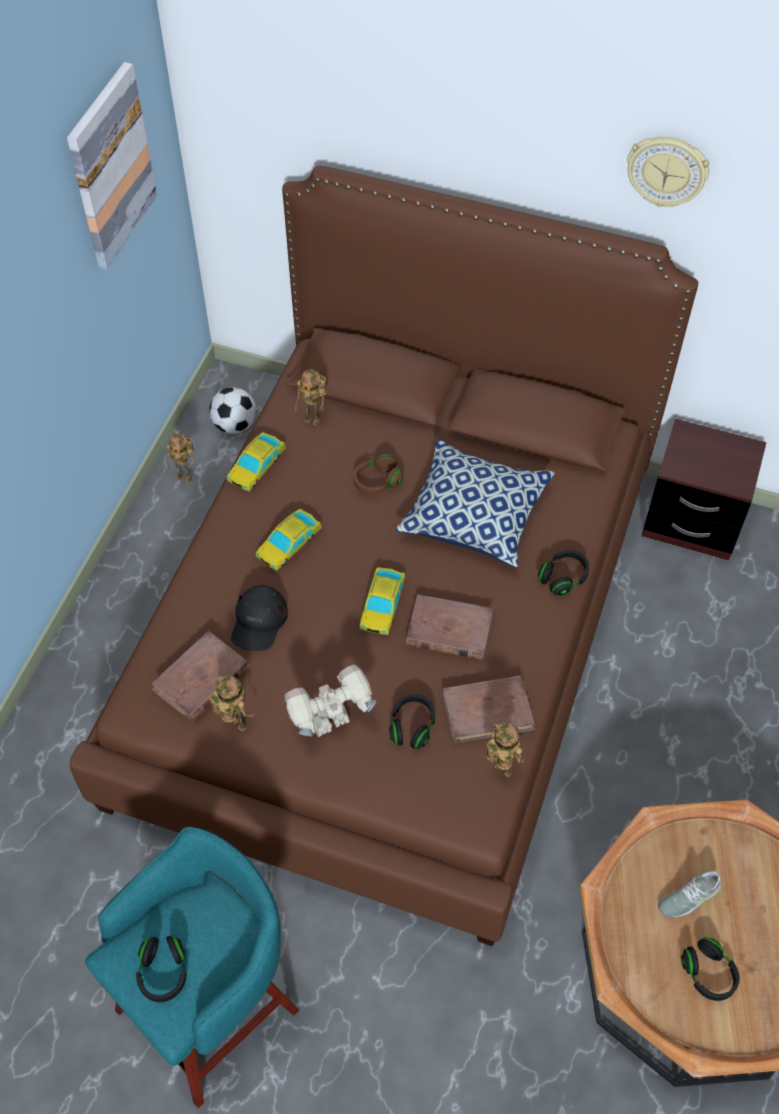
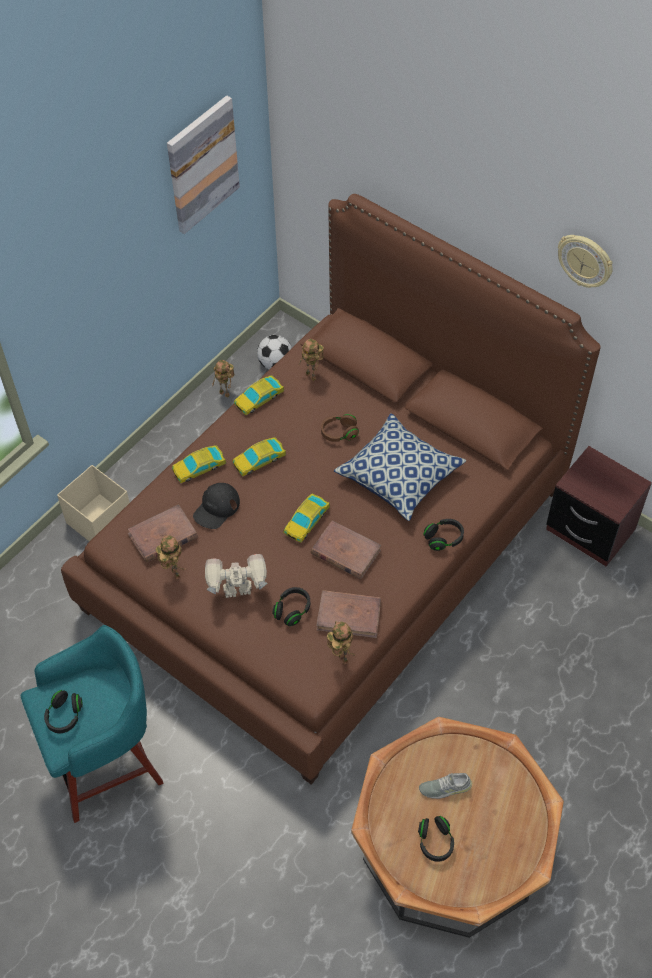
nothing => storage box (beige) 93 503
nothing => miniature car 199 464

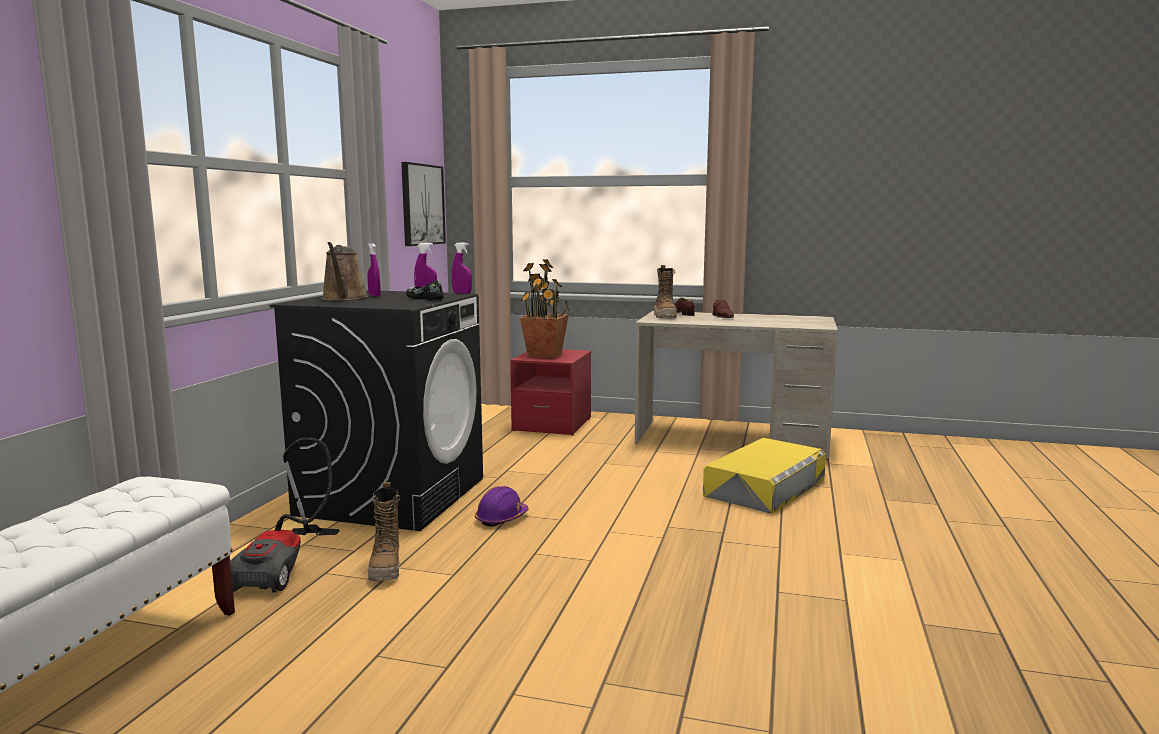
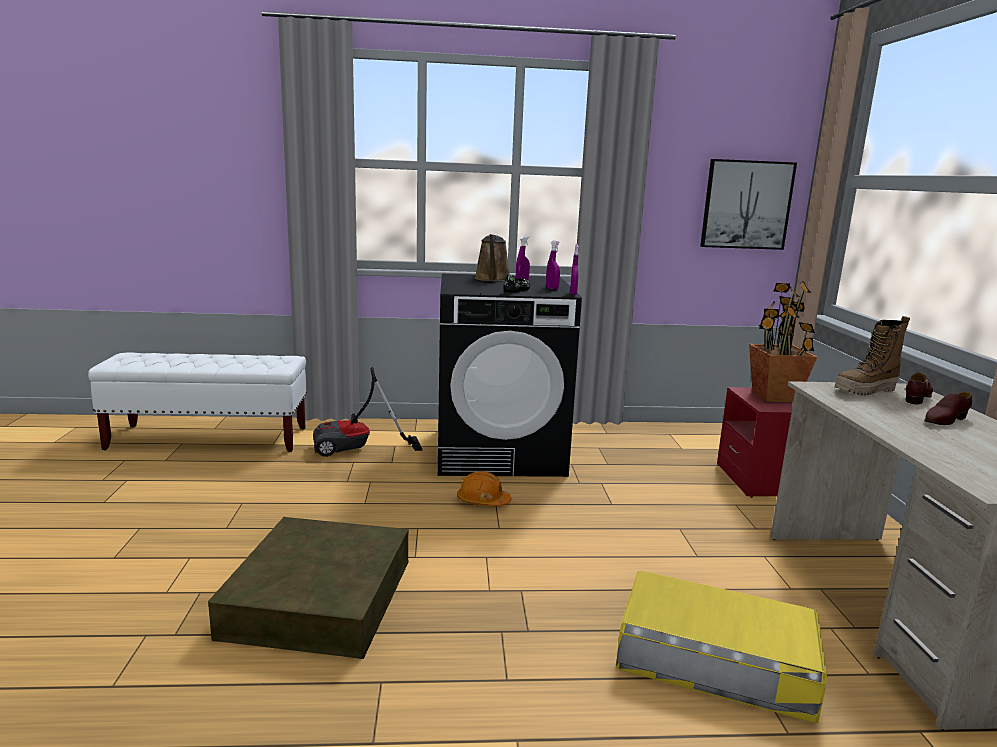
nothing => storage box (brown) 308 588
safety helmet (purple-coloured) 502 506 => safety helmet (orangey) 484 488
sprinkling can (brown) 344 271 => sprinkling can (brown) 492 257, 60 degrees counterclockwise
boot 384 531 => nothing

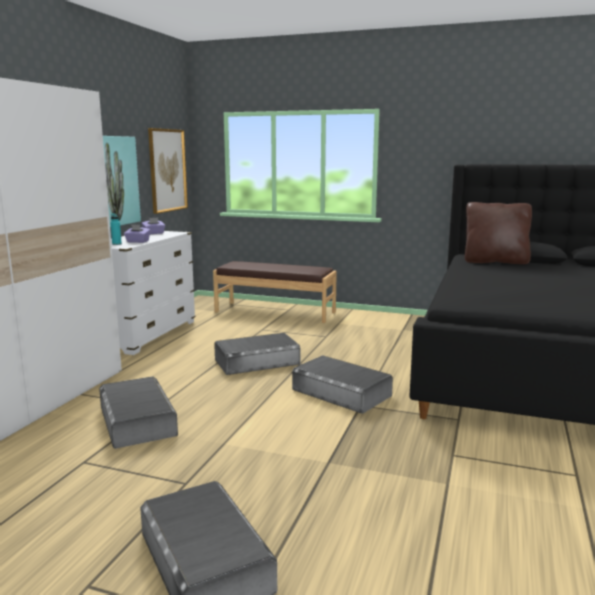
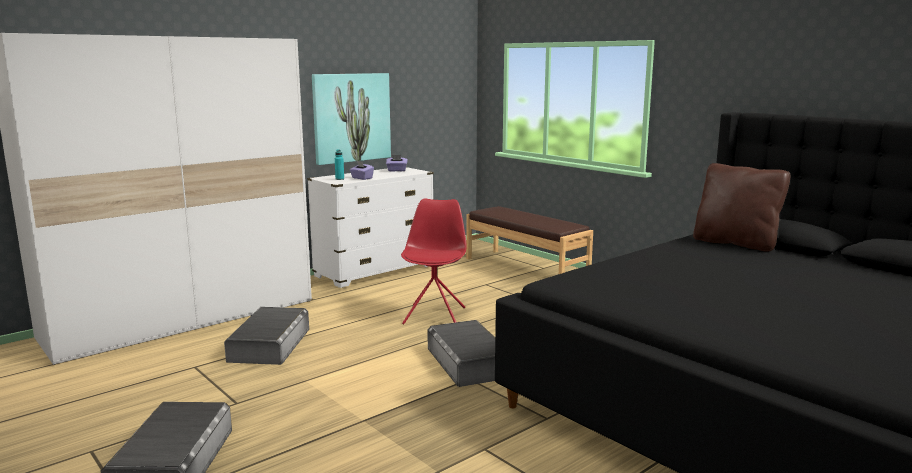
storage box (gray) 257 354 => plain chair (red-coloured) 433 261
wall picture 168 171 => nothing

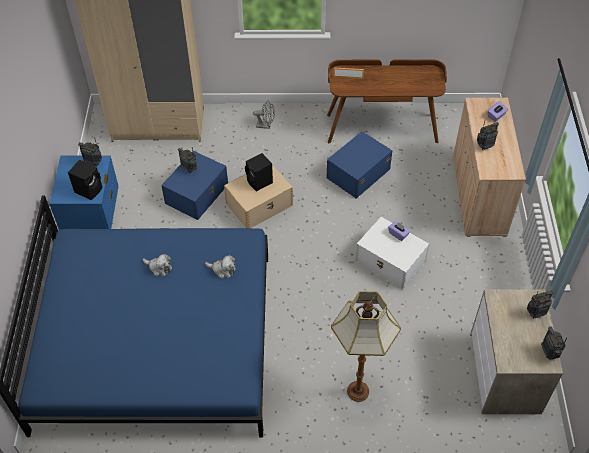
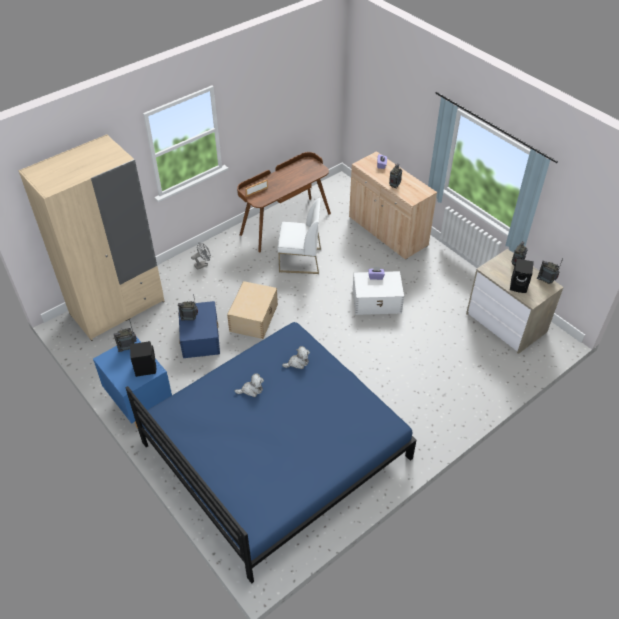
storage box (blue-coloured) 359 165 => plain chair (white) 299 236
speaker (black-coloured) 259 172 => speaker (black-coloured) 522 276, moved
floor lamp 366 346 => nothing

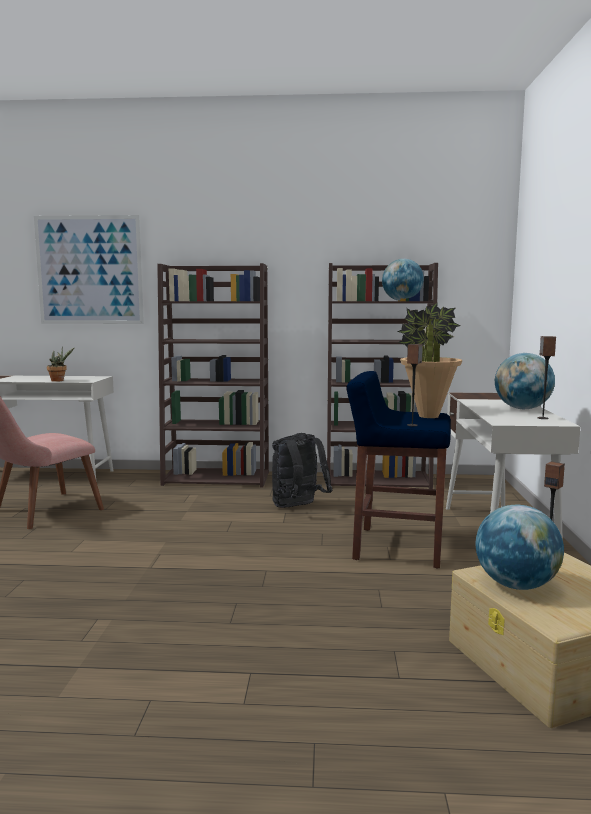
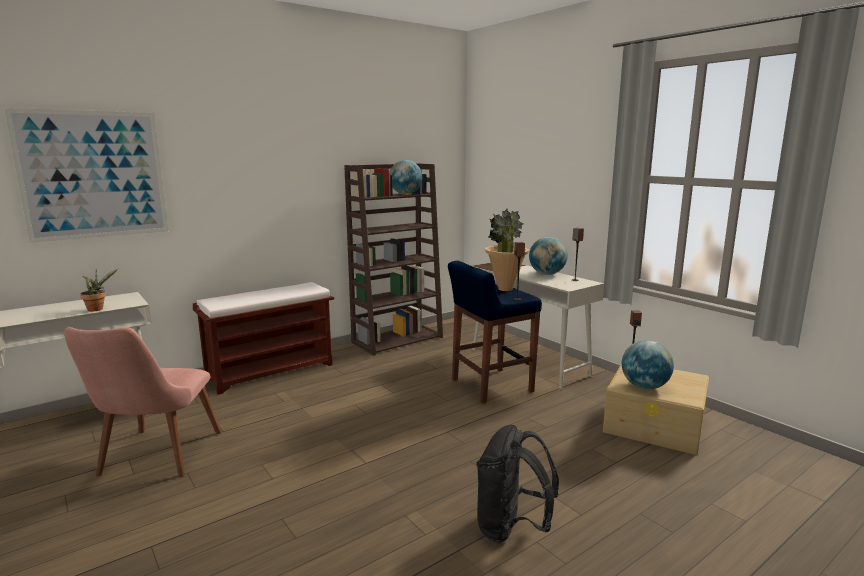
bookcase (brown) 213 375 => long seat (brown) 263 338
backpack (black-coloured) 302 470 => backpack (black-coloured) 517 484, moved

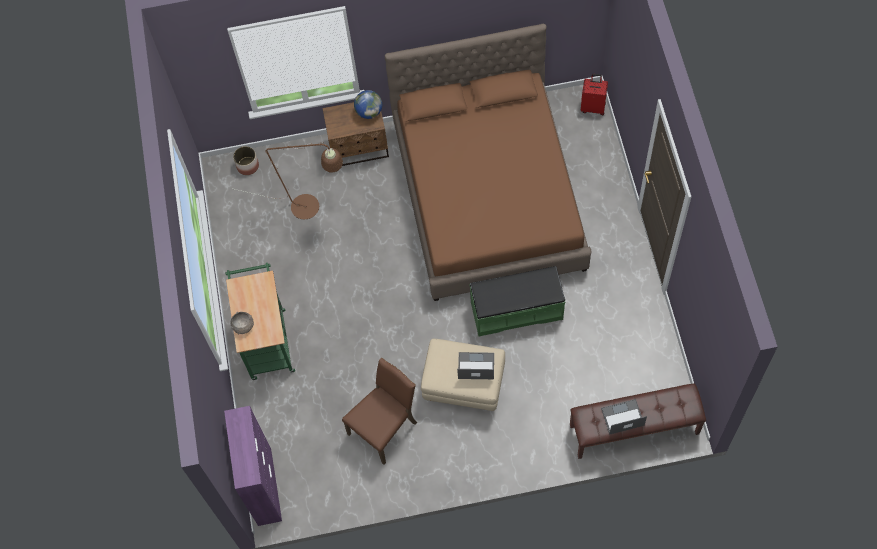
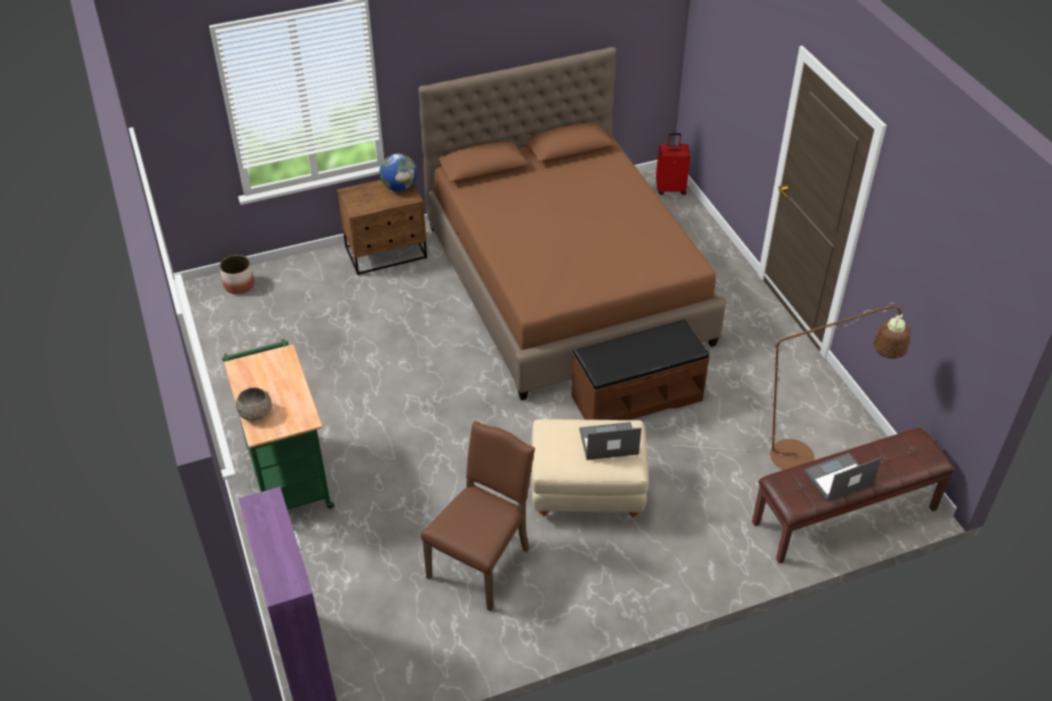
long seat (greenish) 517 301 => long seat (brown) 641 369
floor lamp (brown) 287 180 => floor lamp (brown) 792 386, moved

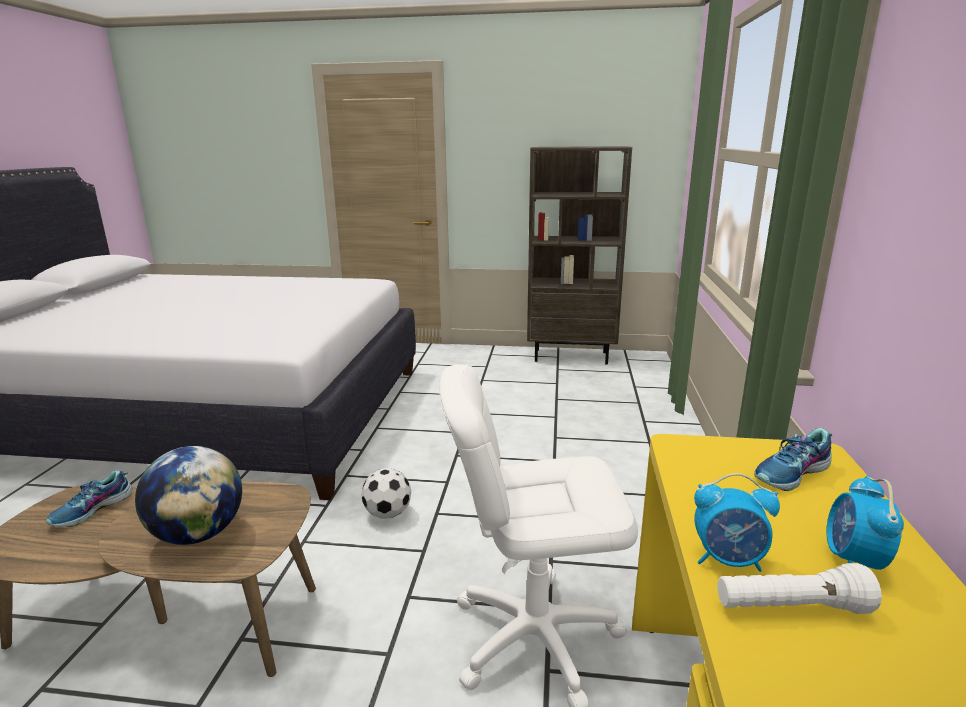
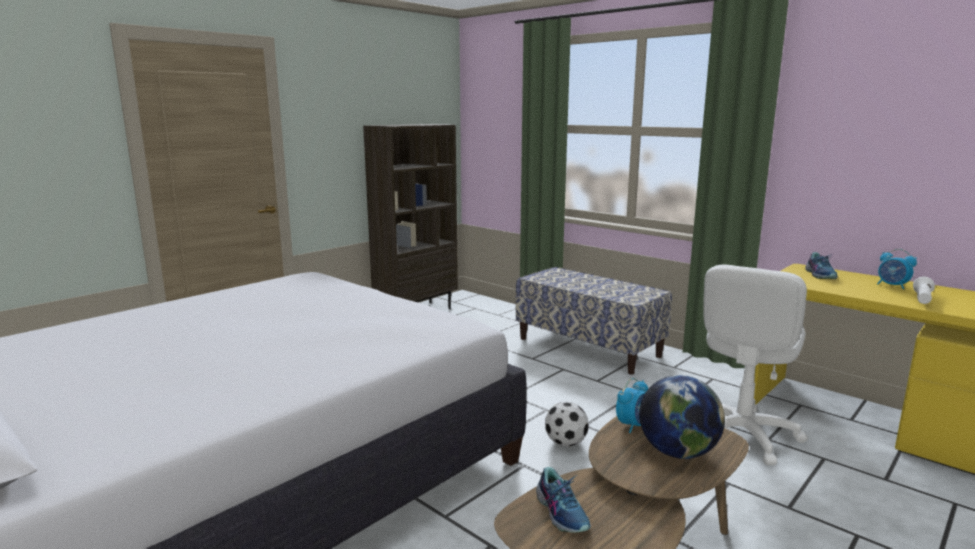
nothing => long seat 594 321
table clock 737 522 => table clock 632 405, moved

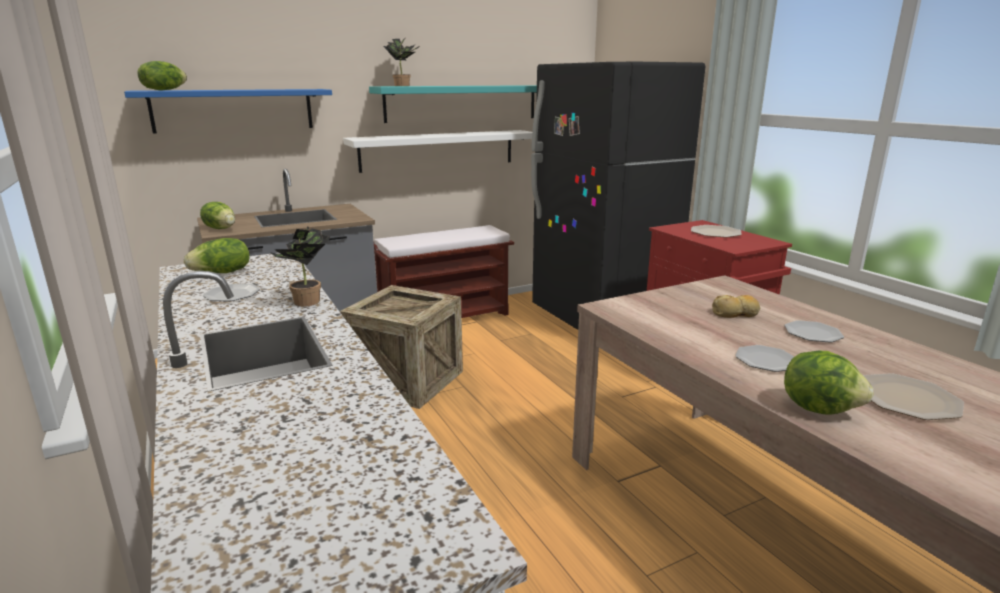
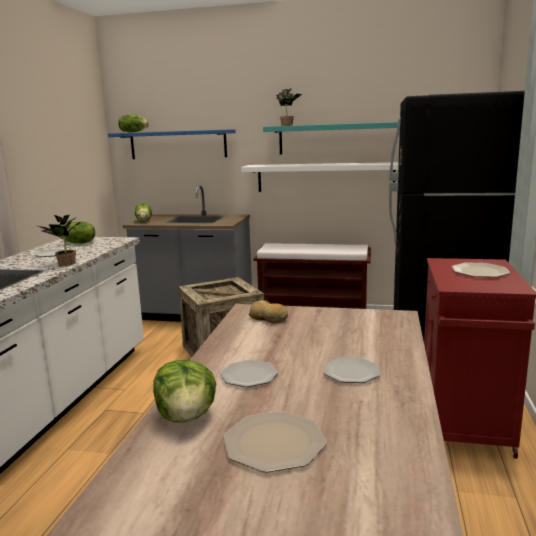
bread 736 306 => bread 268 311, moved

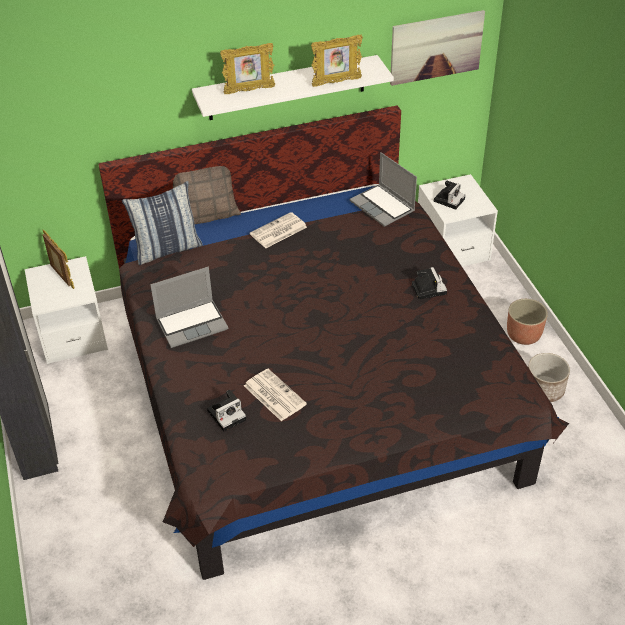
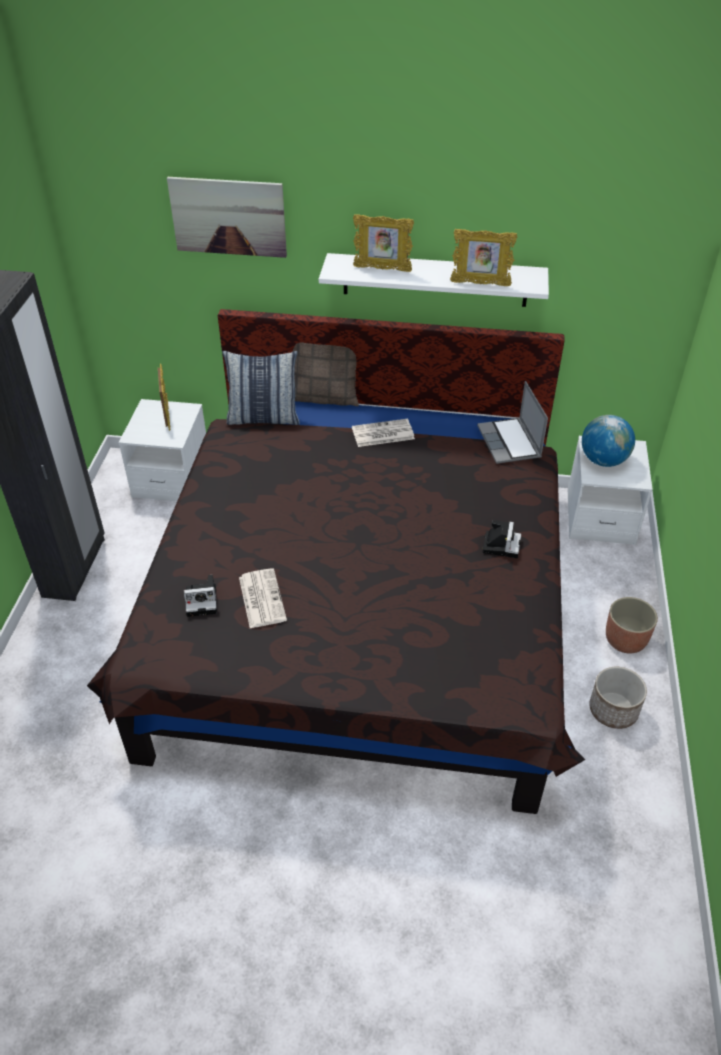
wall picture 437 48 => wall picture 227 217, moved
still camera 449 195 => desk globe 608 441
notebook computer 189 307 => nothing

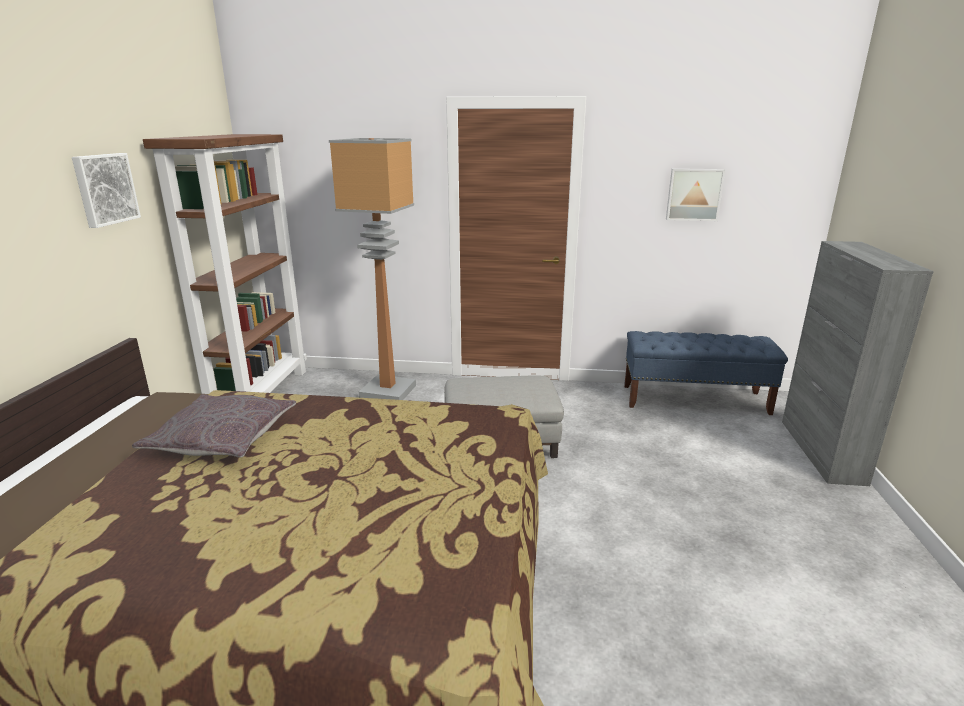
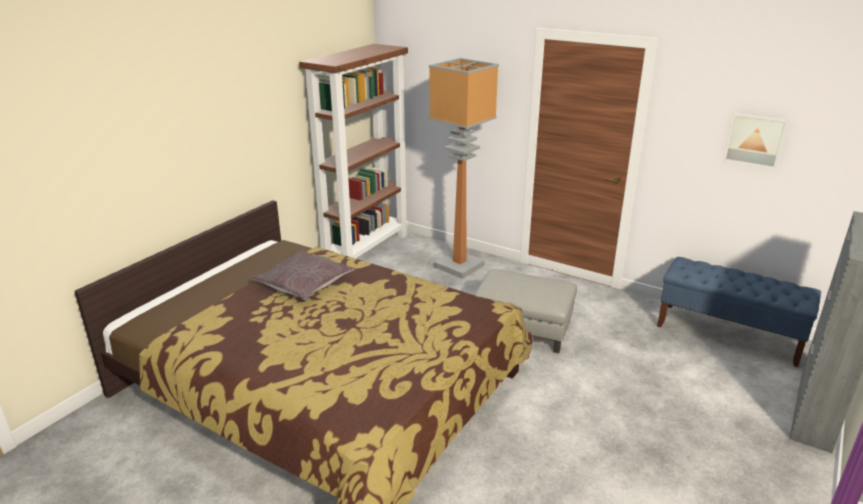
wall picture 106 190 => nothing

